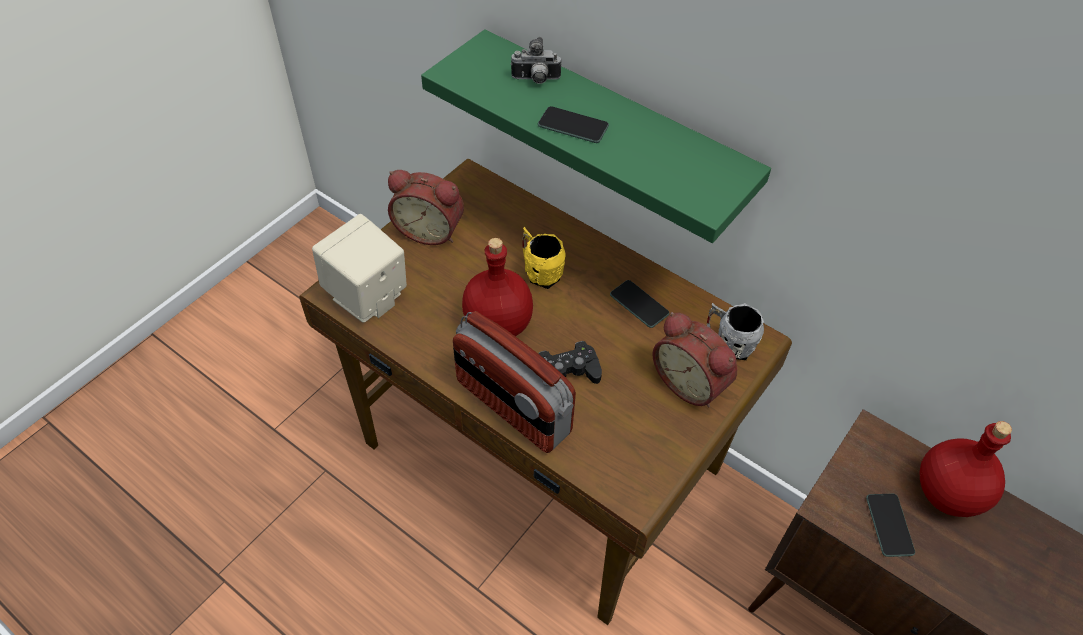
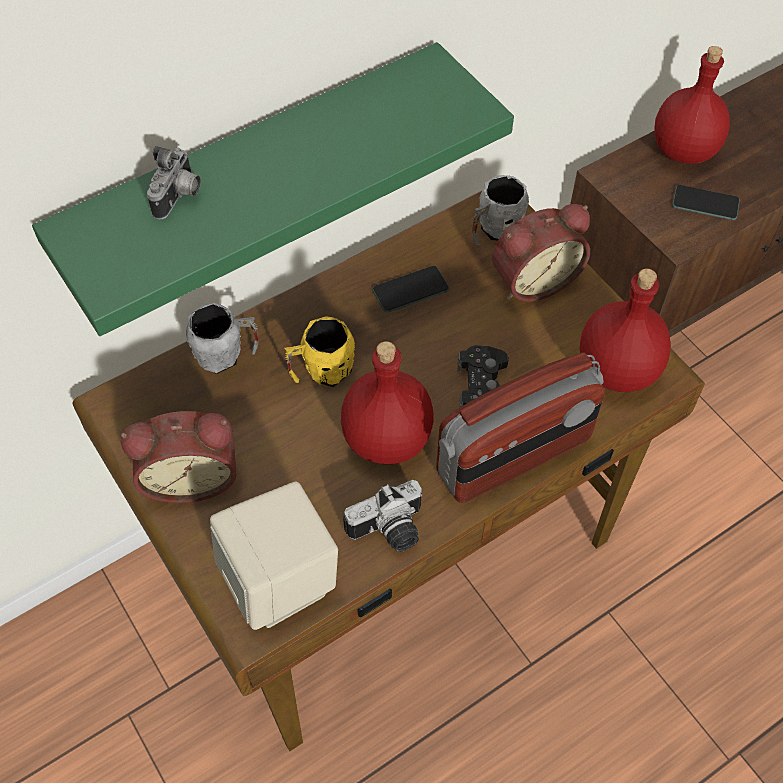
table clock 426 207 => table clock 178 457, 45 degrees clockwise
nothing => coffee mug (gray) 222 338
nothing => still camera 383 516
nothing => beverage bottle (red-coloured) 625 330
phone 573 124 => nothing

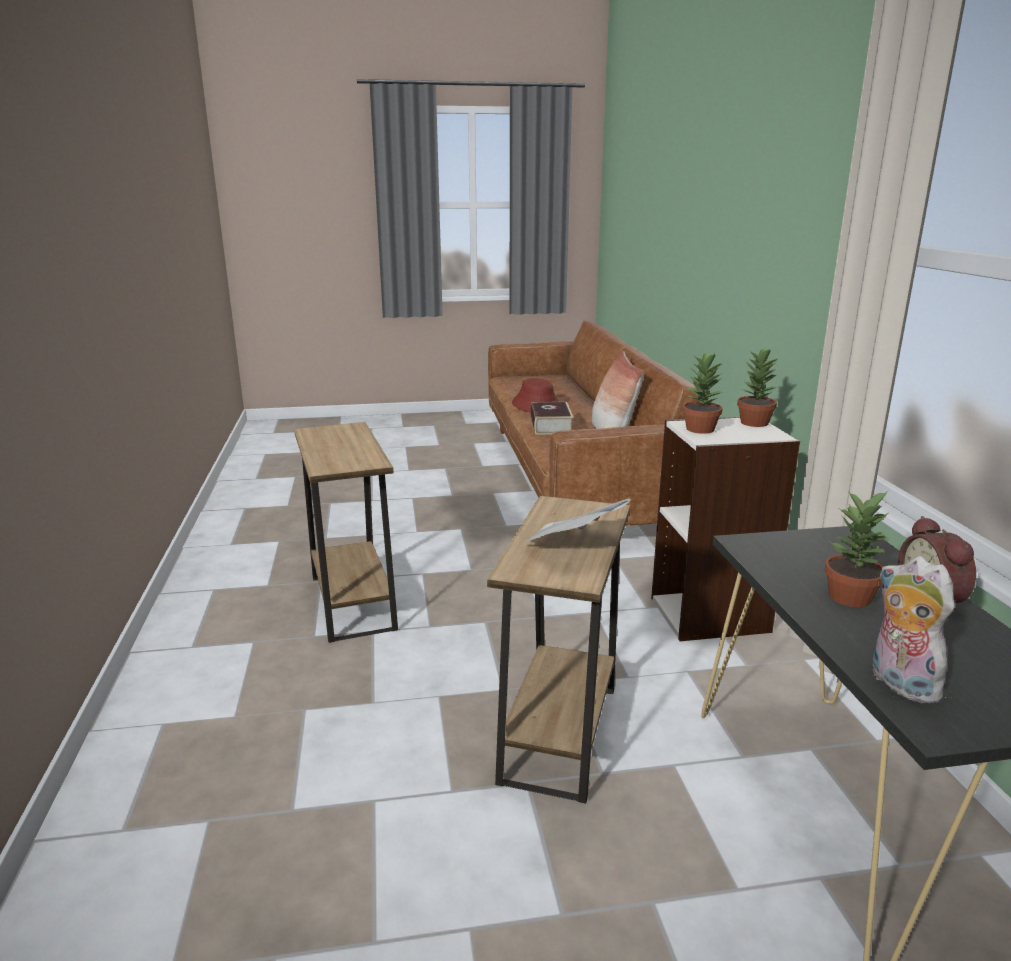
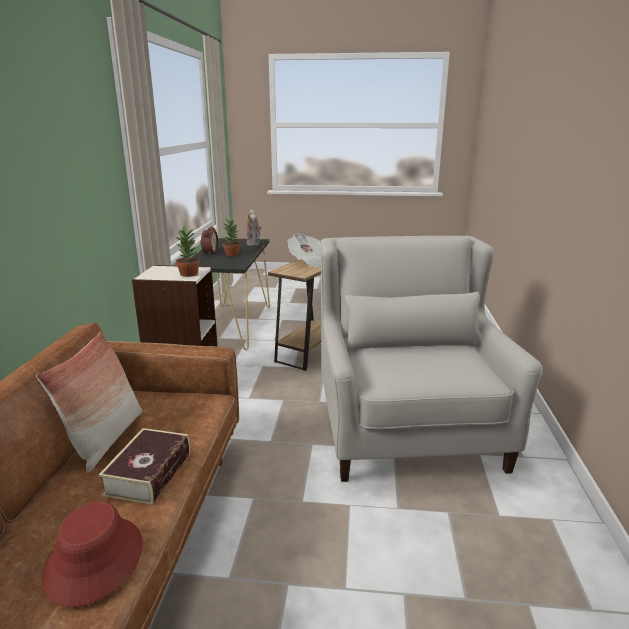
side table (brown) 346 532 => armchair (white) 432 359
plant in a pot 757 387 => nothing

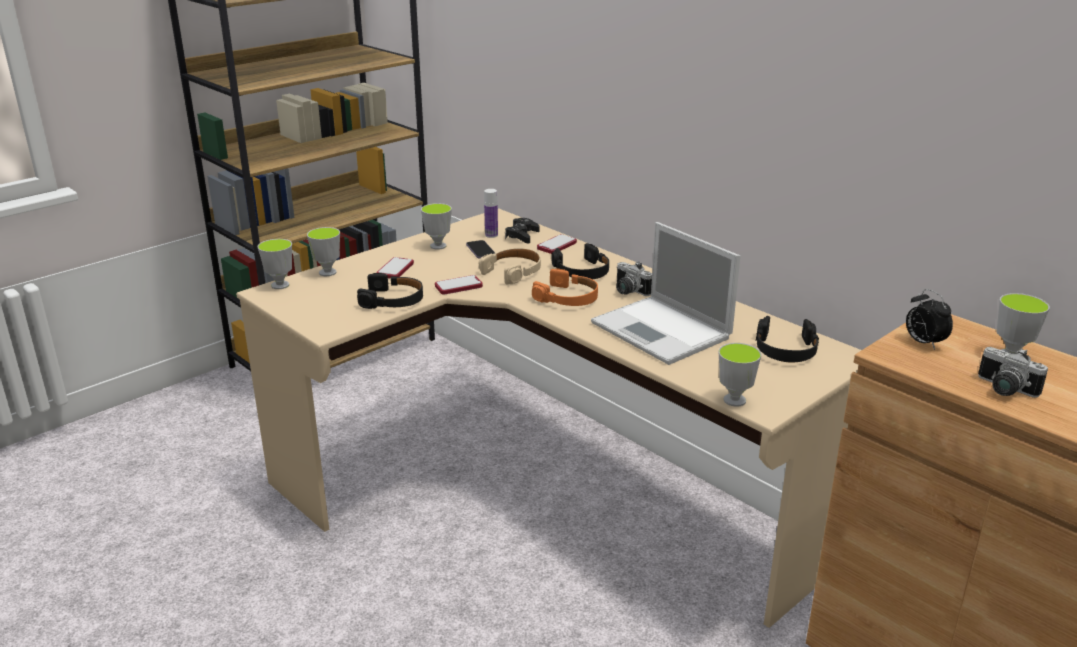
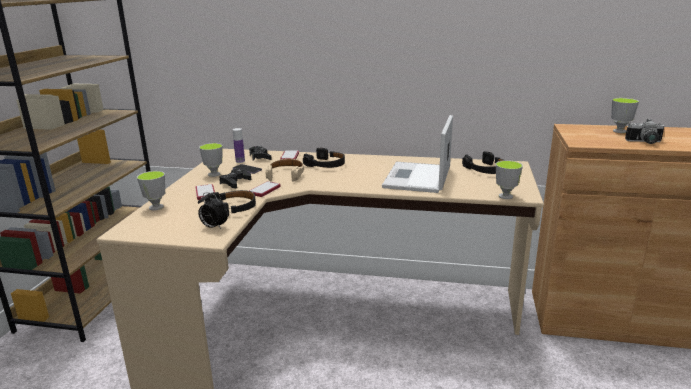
table clock 929 319 => table clock 213 211, moved
nothing => game controller (black-coloured) 235 179
notebook computer 665 293 => notebook computer 417 154, 90 degrees clockwise
drinking cup 275 264 => nothing
pair of headphones (orangey) 565 287 => nothing
still camera 634 279 => nothing

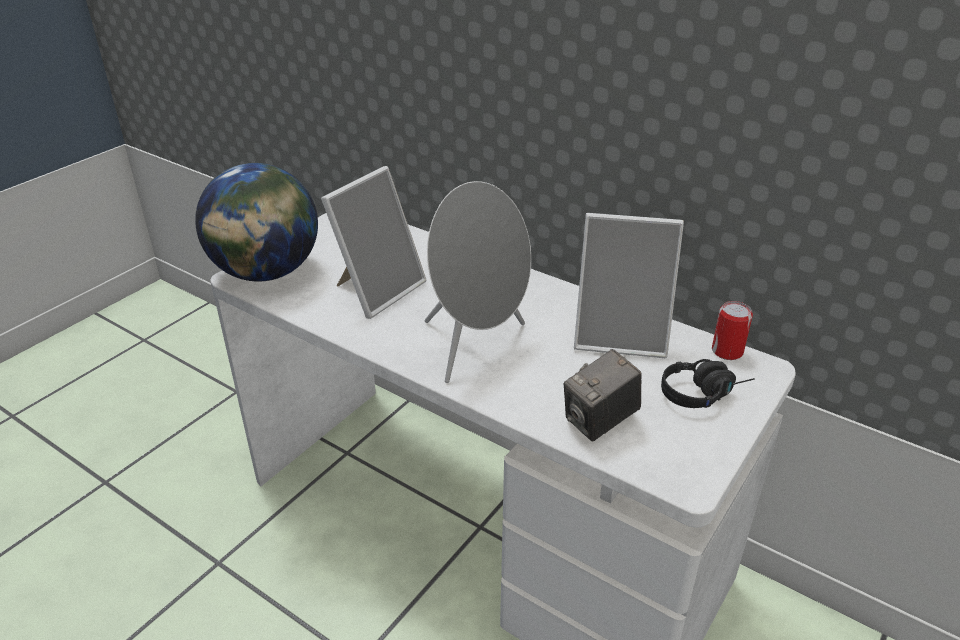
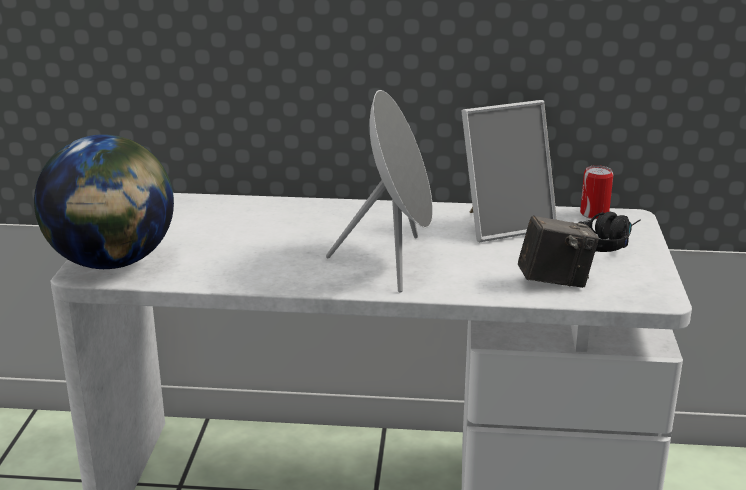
still camera 603 395 => still camera 558 251, 120 degrees counterclockwise
standing frame 374 242 => nothing

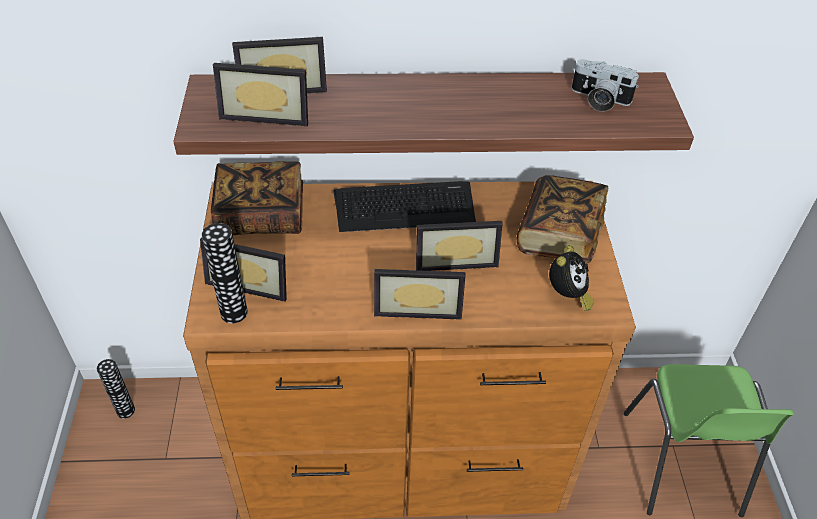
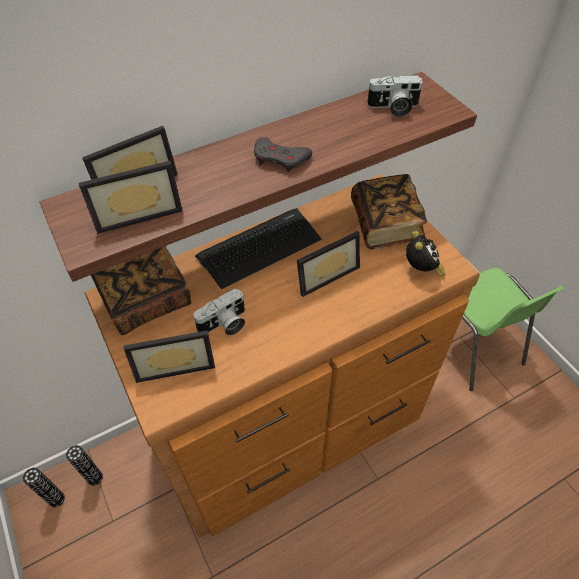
flower vase 225 273 => flower vase 84 465, moved
nothing => still camera 219 312
nothing => game controller (gray) 283 155
standing frame 420 294 => nothing

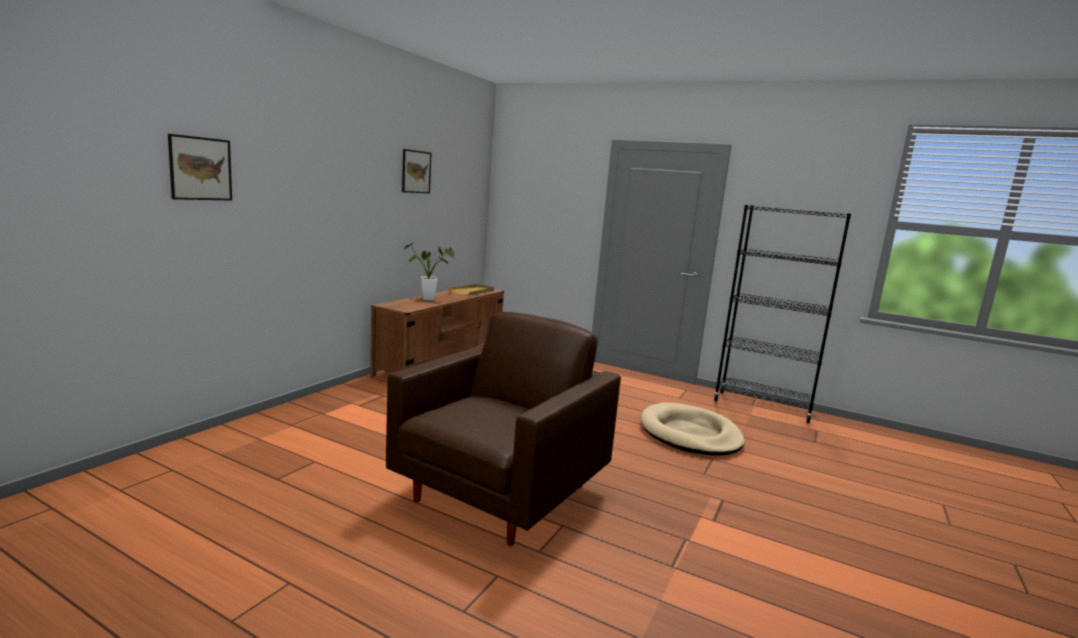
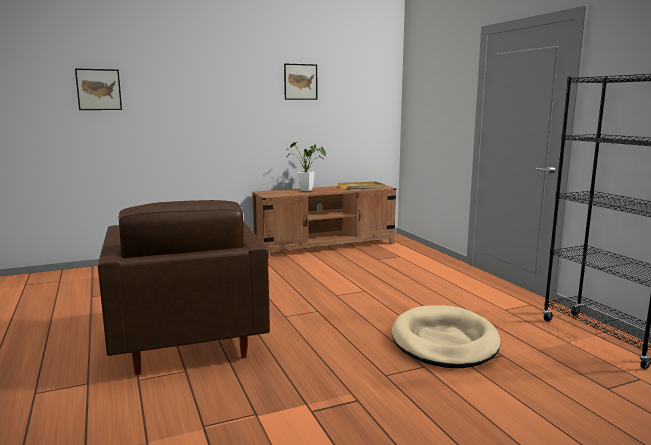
armchair (brown) 503 429 => armchair (brown) 184 287, 90 degrees clockwise

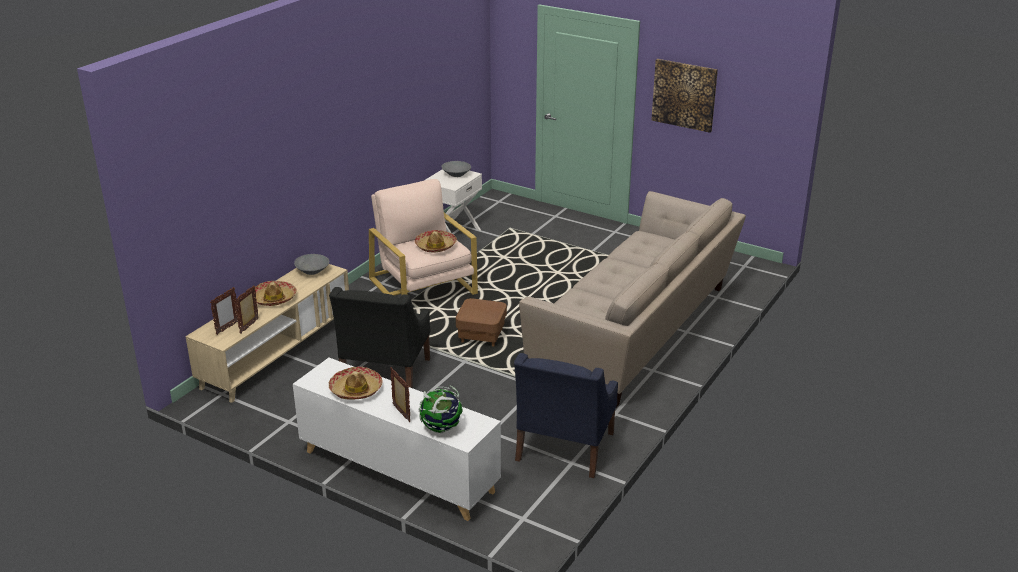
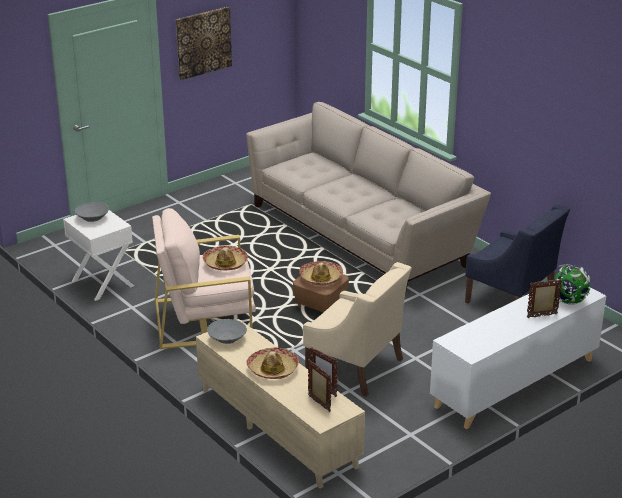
hat 355 383 => hat 321 273, moved
armchair (black-coloured) 380 337 => armchair (beige) 357 329

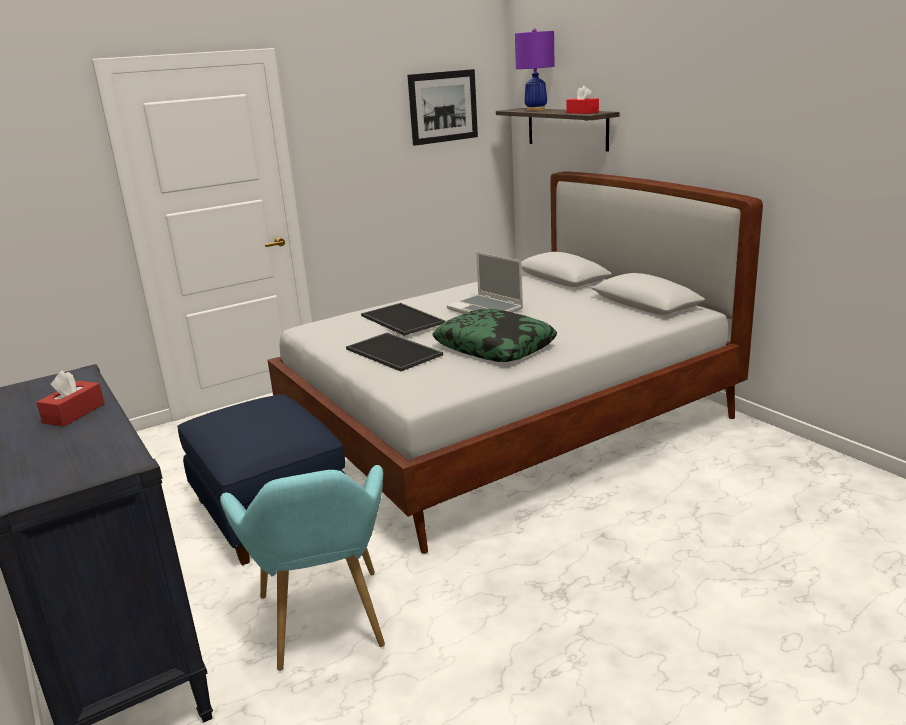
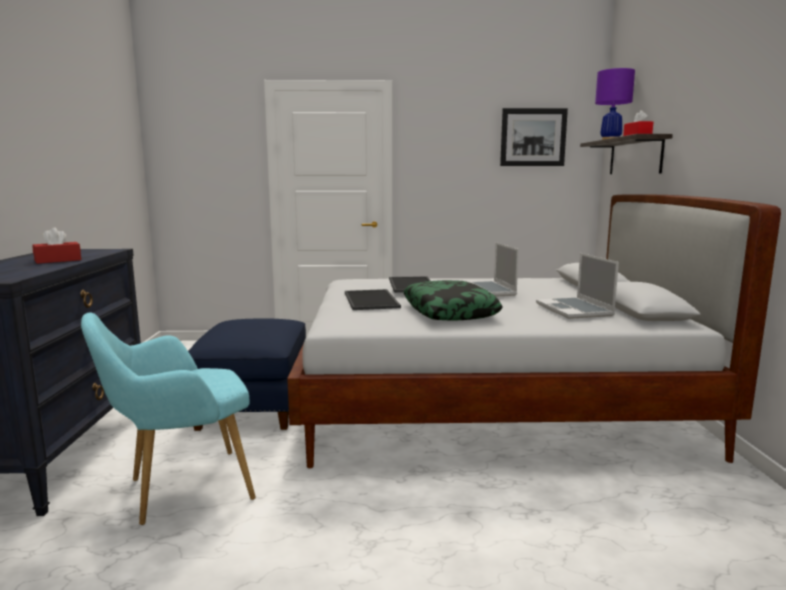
armchair (turquoise) 302 568 => armchair (turquoise) 168 418, 45 degrees clockwise
nothing => notebook computer 577 286

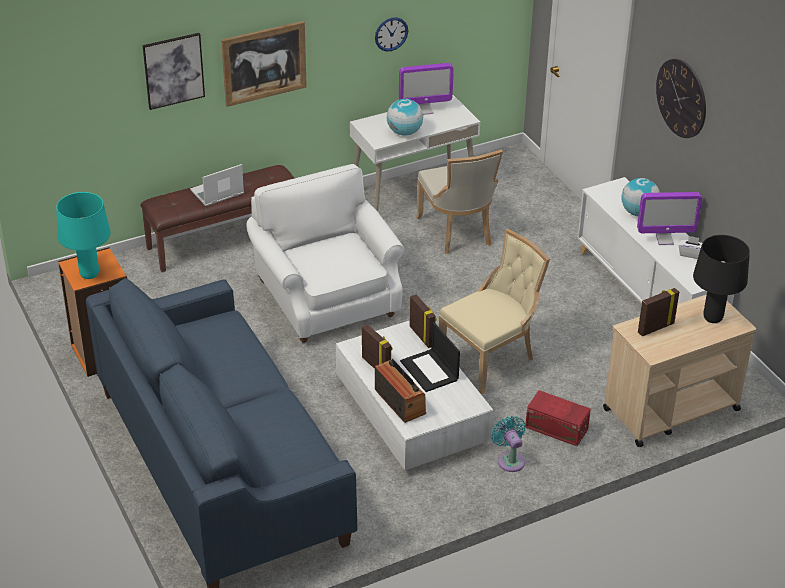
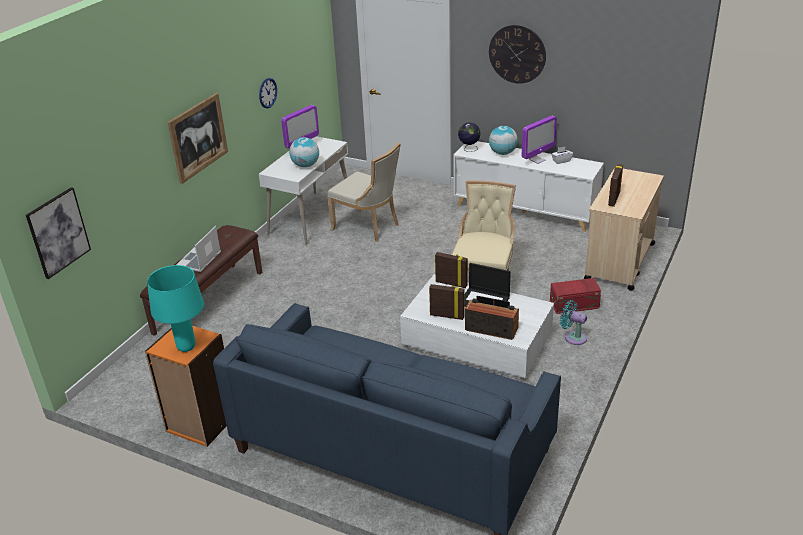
wall picture 174 71 => wall picture 58 233, moved
nothing => desk globe 469 137
armchair (white) 325 253 => nothing
lamp for a table (black-coloured) 721 279 => nothing

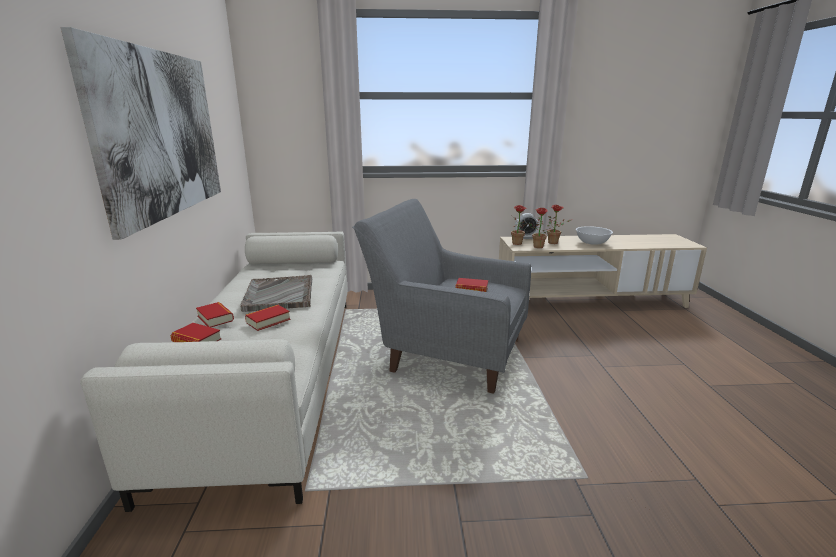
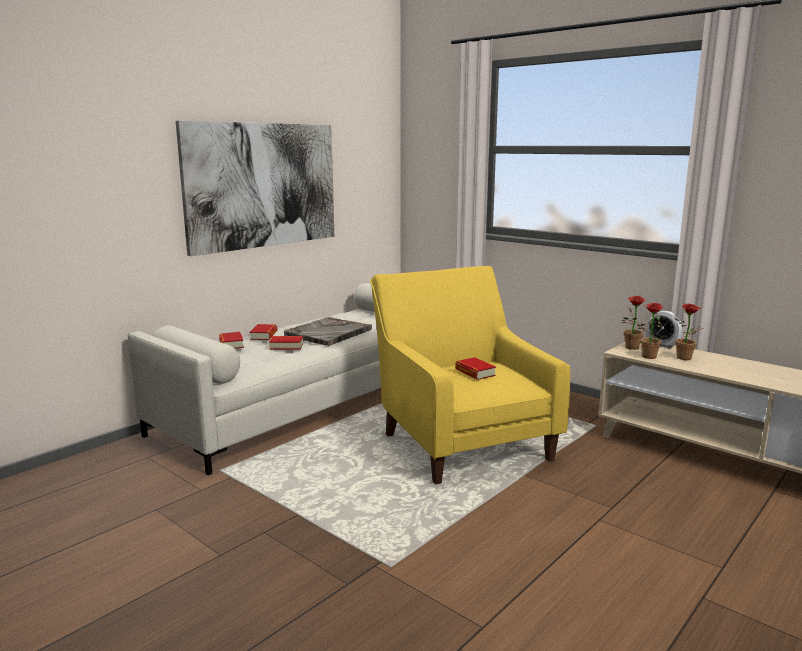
armchair (gray) 441 296 => armchair (yellow) 470 375
serving bowl (white) 594 235 => nothing

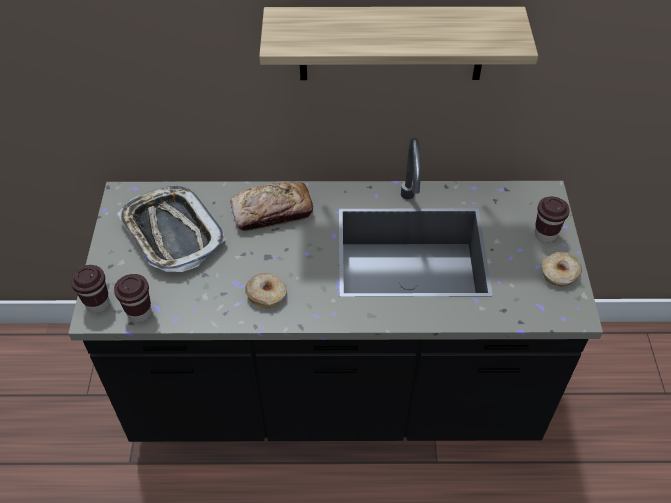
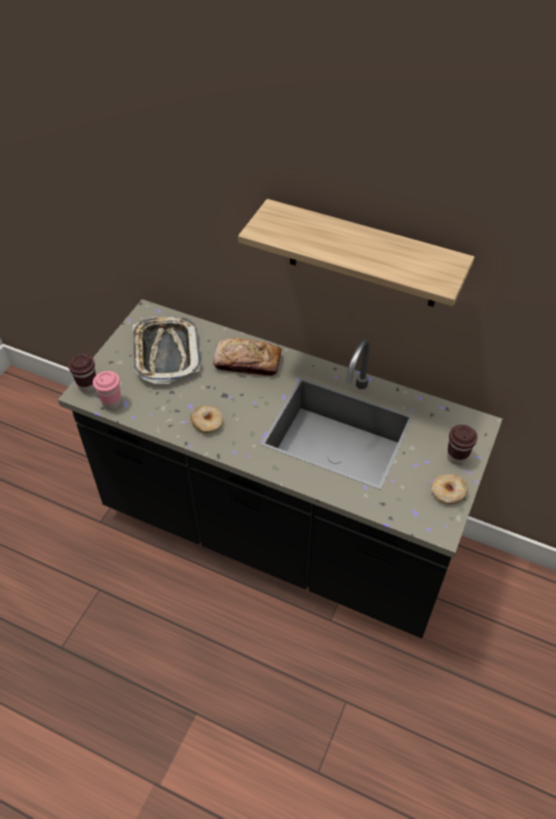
drinking cup (brown) 132 298 => drinking cup (pinkish) 107 390

